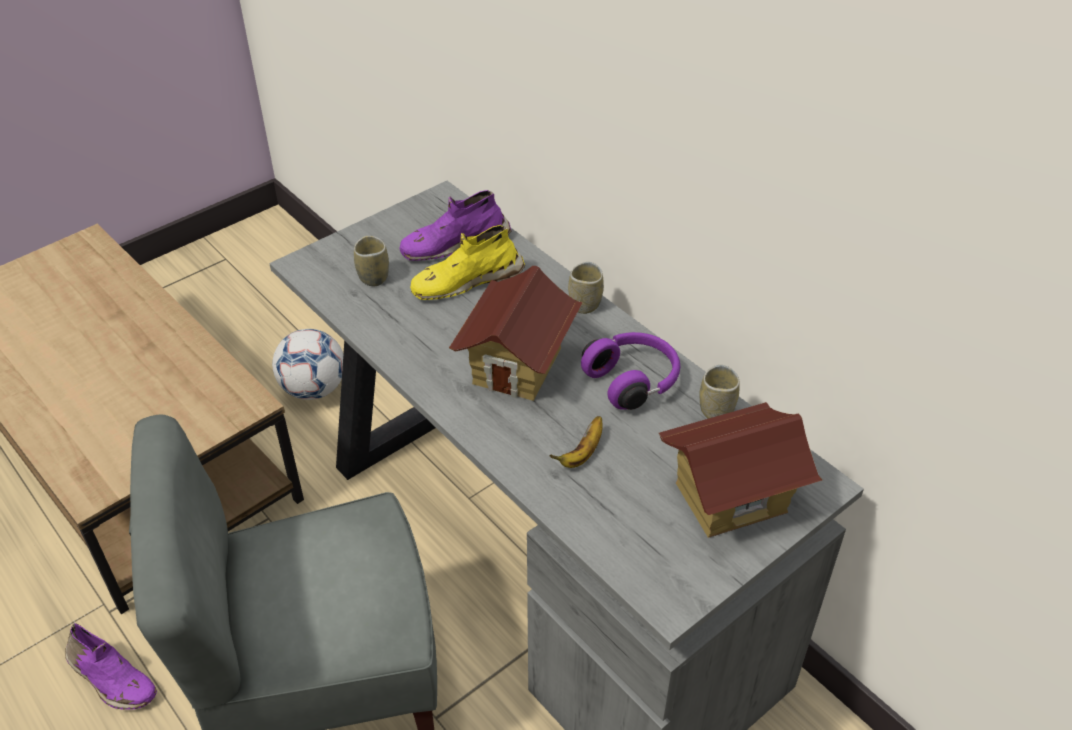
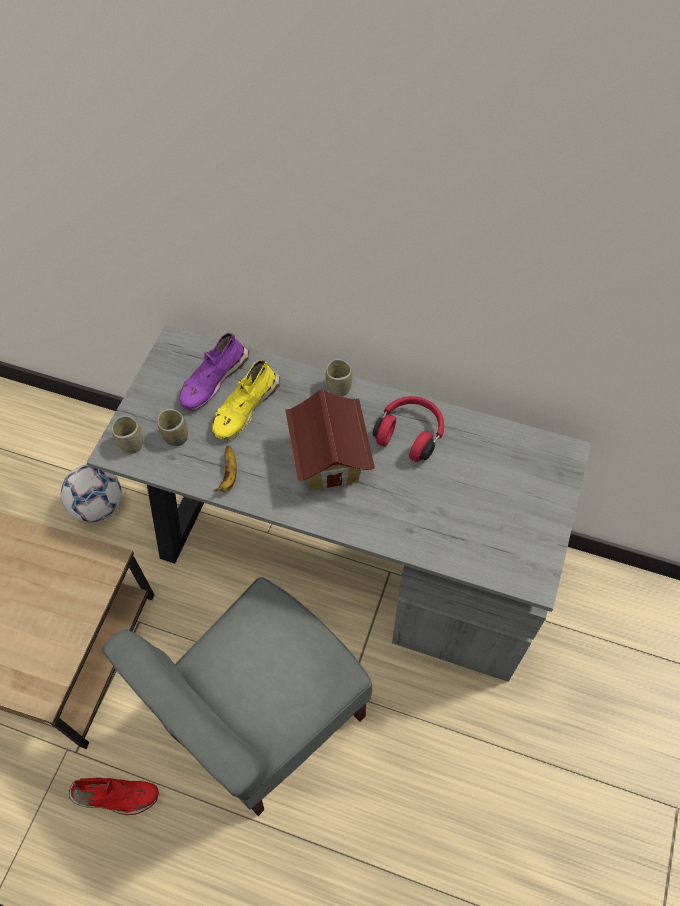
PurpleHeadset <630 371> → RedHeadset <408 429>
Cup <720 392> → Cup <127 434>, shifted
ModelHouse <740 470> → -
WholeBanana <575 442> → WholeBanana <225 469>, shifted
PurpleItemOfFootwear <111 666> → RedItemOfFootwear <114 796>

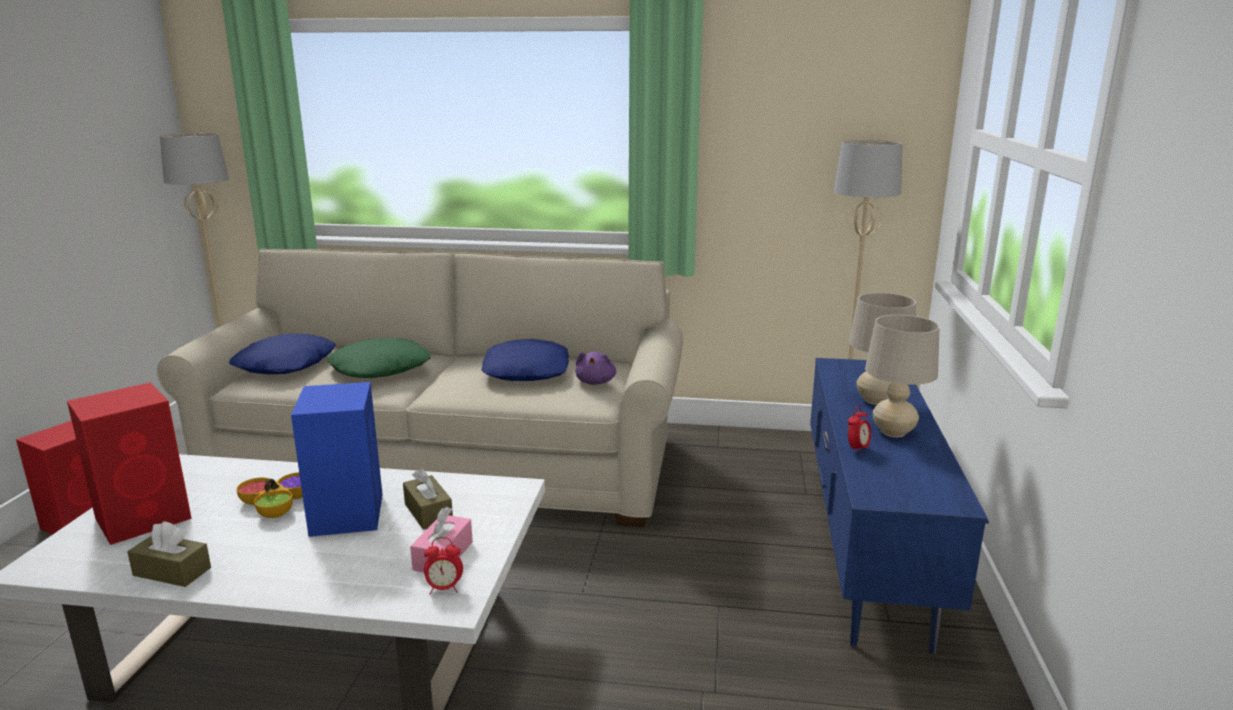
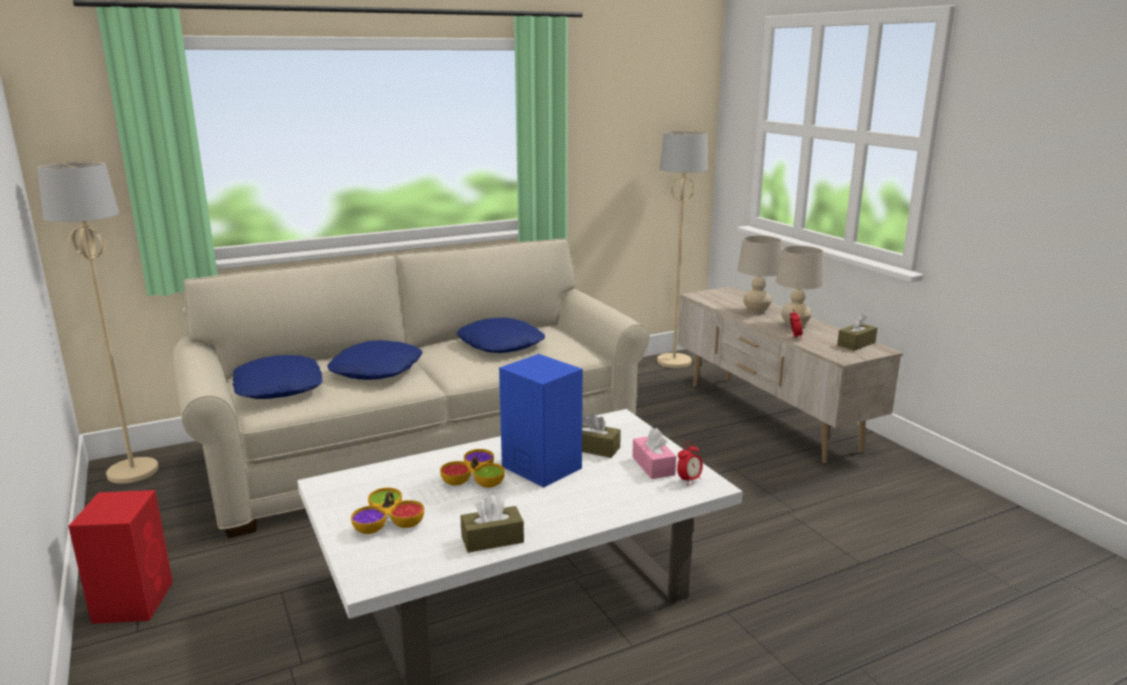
GreenColouredPillow <379 358> → BlueColouredPillow <375 360>
PurpleCuddlyToy <596 368> → -
BlueColouredTvStand <899 506> → BeigeColouredTvStand <790 374>
RedLoudspeaker <129 464> → DeepDish <387 511>
- → BrownColouredTissueHolder <857 332>

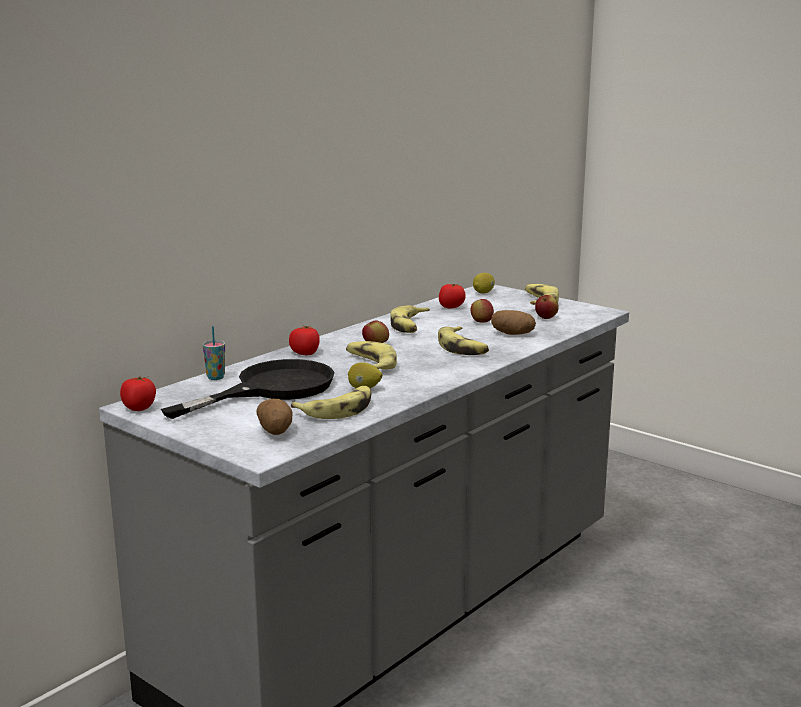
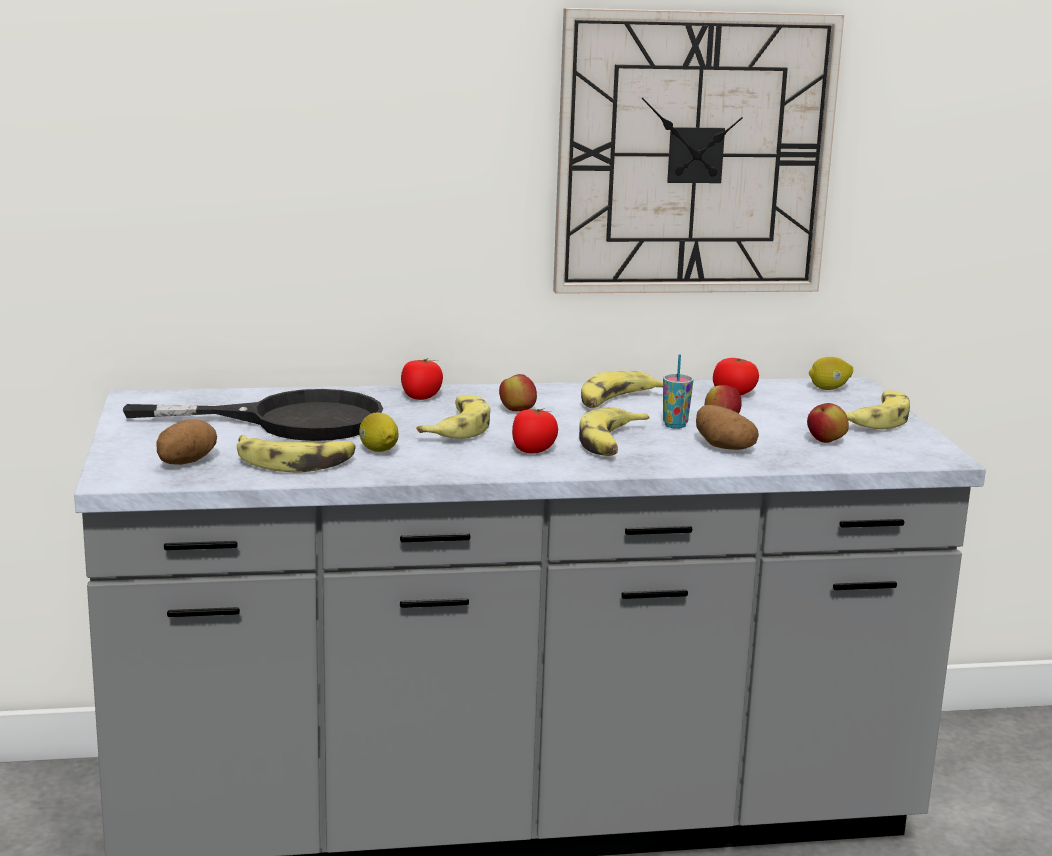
Cup <214 353> → Cup <678 391>, shifted
Tomato <138 393> → Tomato <535 430>, shifted
- → HangingClock <698 151>

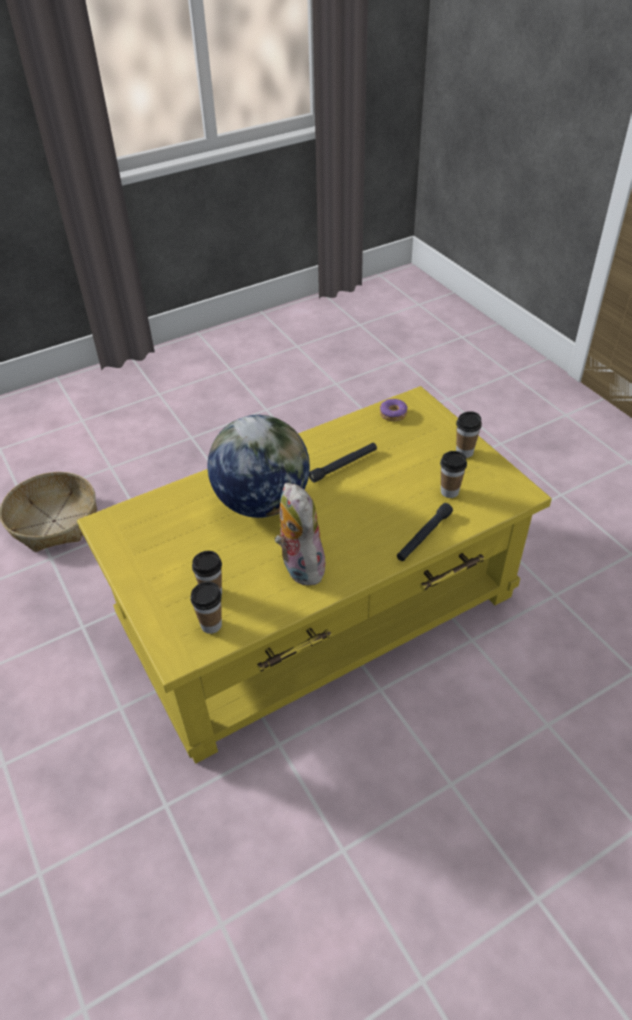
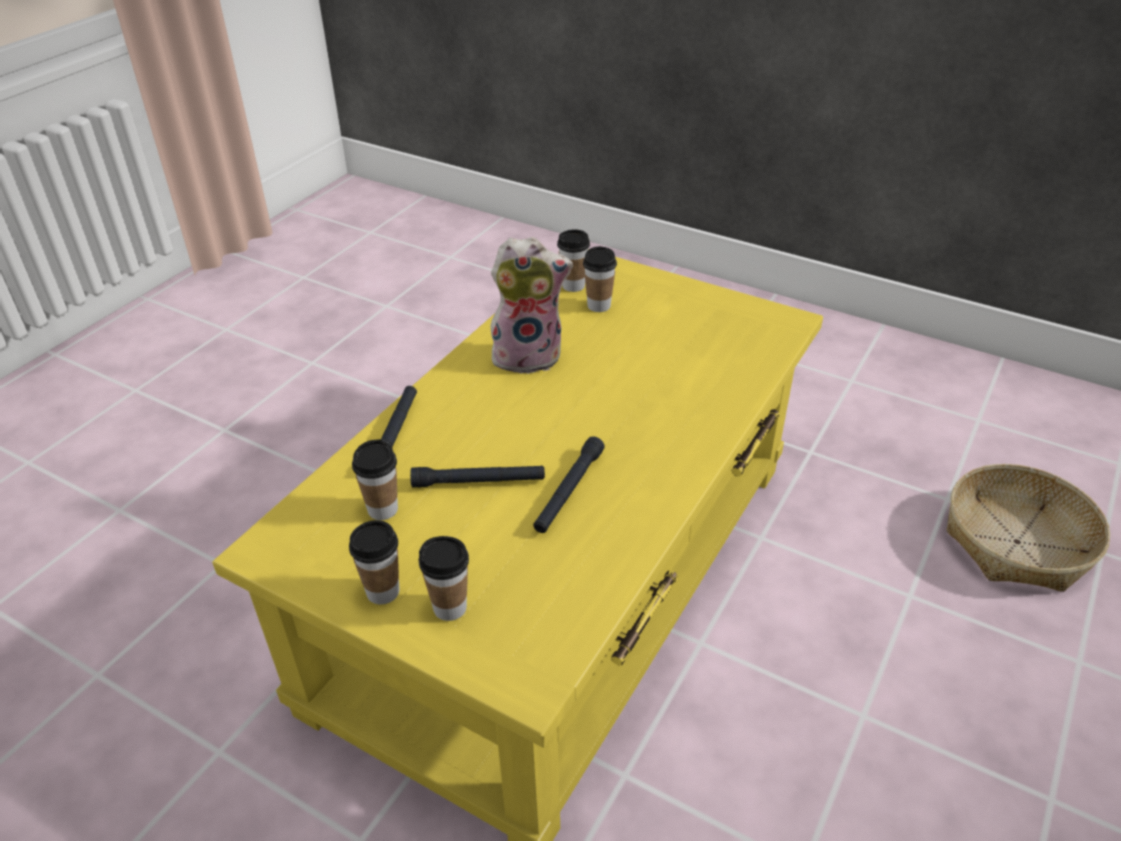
Doughnut <394 410> → -
WorldGlobe <258 466> → -
CuddlyToy <301 534> → CuddlyToy <531 306>, 45 degrees counterclockwise
- → BlackFlashlight <477 476>
- → Cup <443 578>

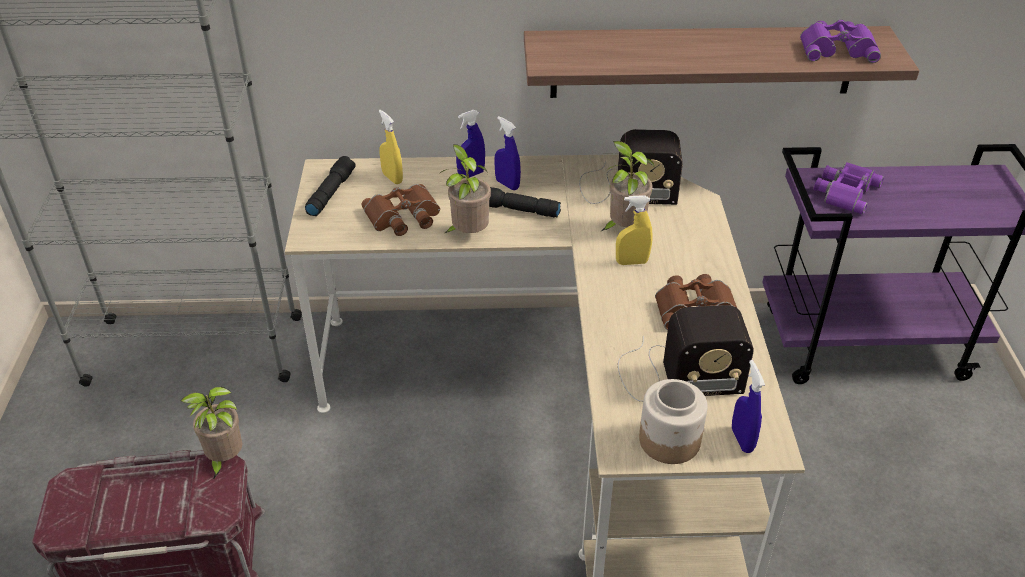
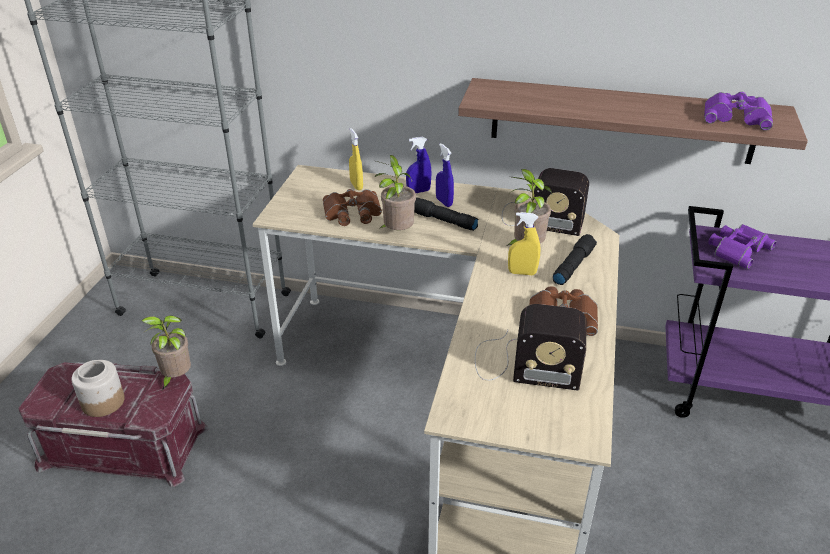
BlackFlashlight <330 186> → BlackFlashlight <575 259>, shifted
BlueColouredHandSprayer <748 406> → -
Jar <673 421> → Jar <98 388>, shifted

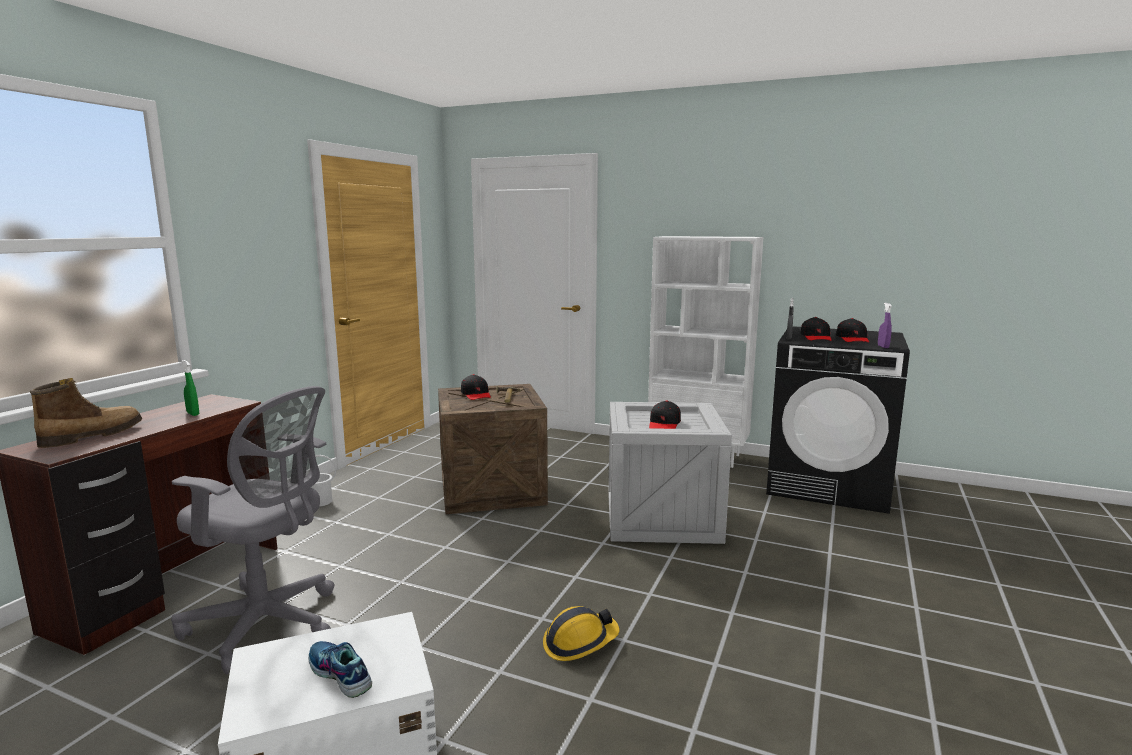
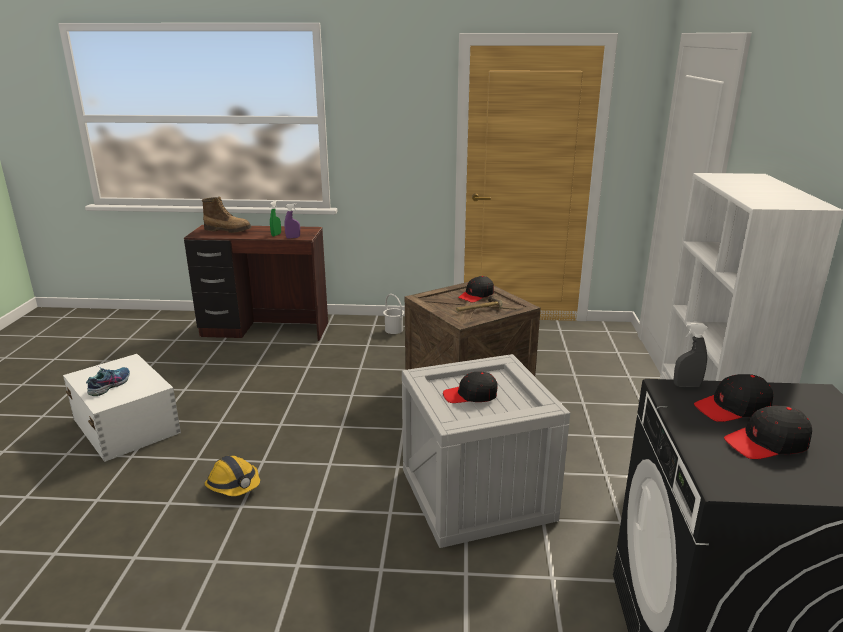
PurpleHandSprayer <885 325> → PurpleHandSprayer <292 221>, shifted
GrayComputerChair <253 530> → -

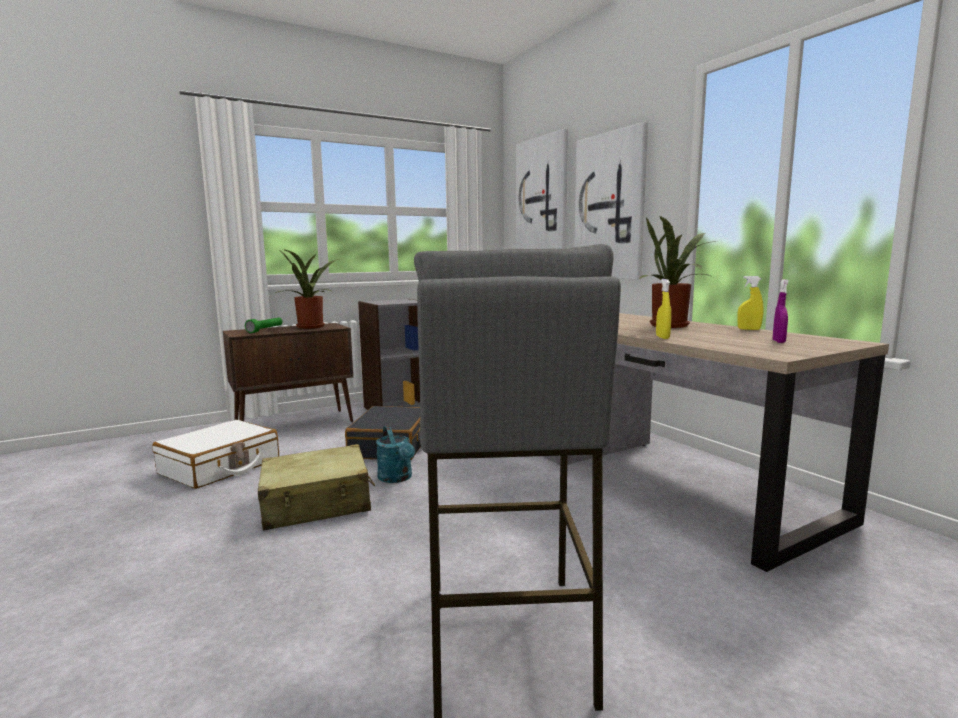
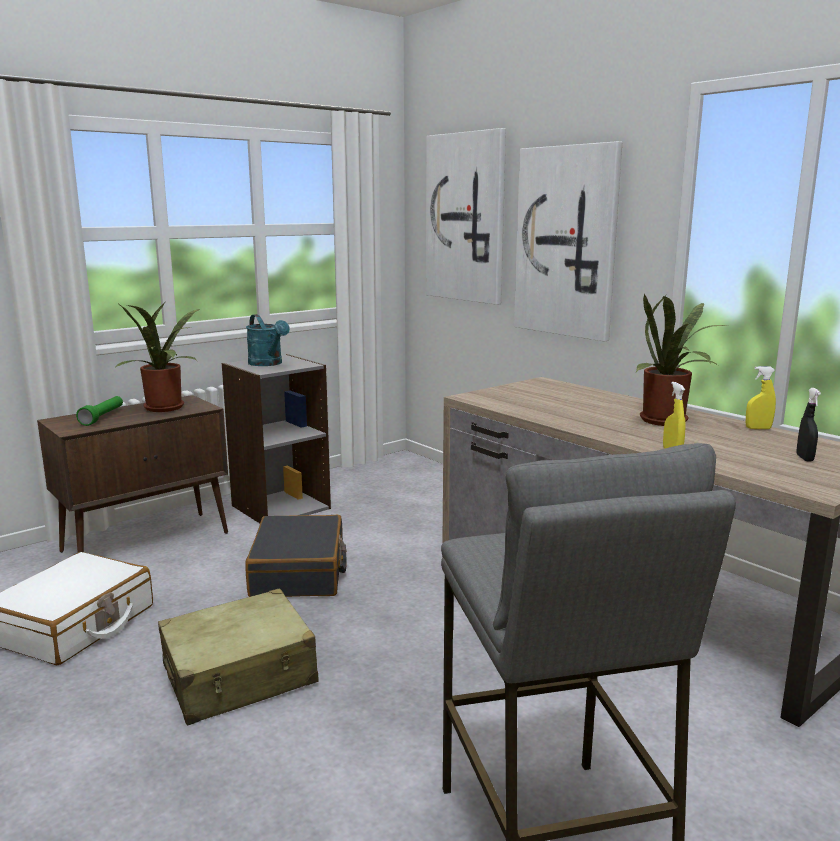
PurpleHandSprayer <781 311> → BlackHandSprayer <808 425>
TurquoiseColouredSprinklingCan <395 454> → TurquoiseColouredSprinklingCan <268 340>, shifted

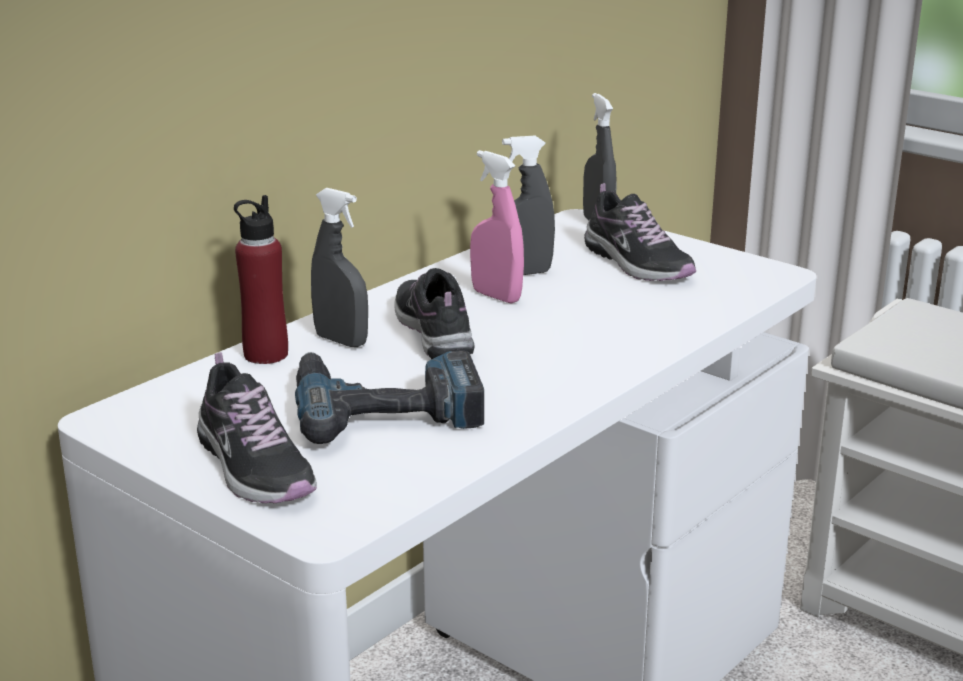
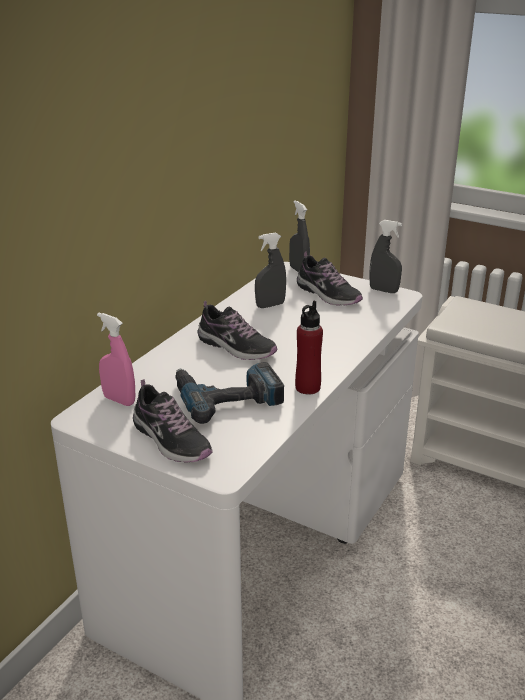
PinkColouredHandSprayer <497 226> → PinkColouredHandSprayer <116 359>, shifted
GrayHandSprayer <339 267> → GrayHandSprayer <385 256>, shifted
RedBottle <261 279> → RedBottle <309 348>, shifted
ItemOfFootwear <434 313> → ItemOfFootwear <237 330>, 150 degrees clockwise

